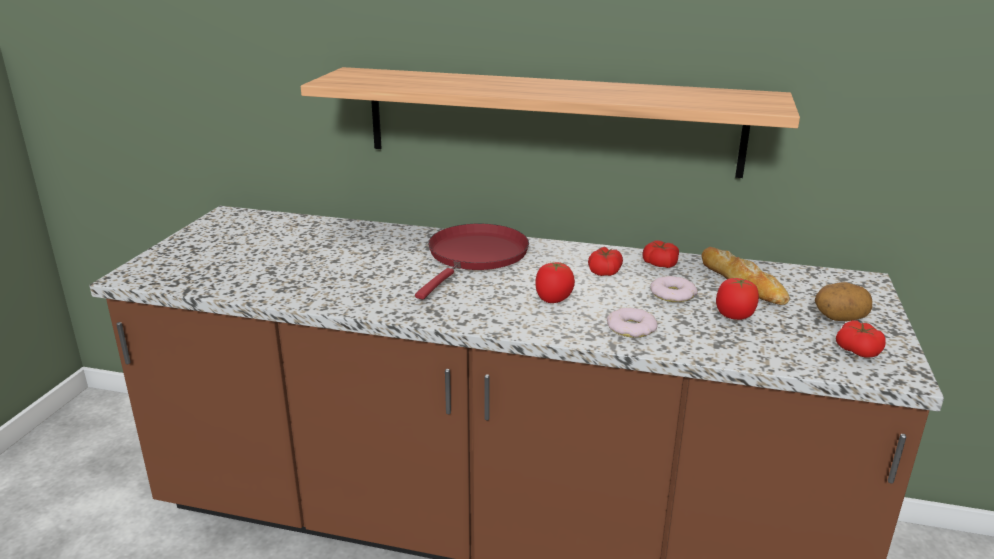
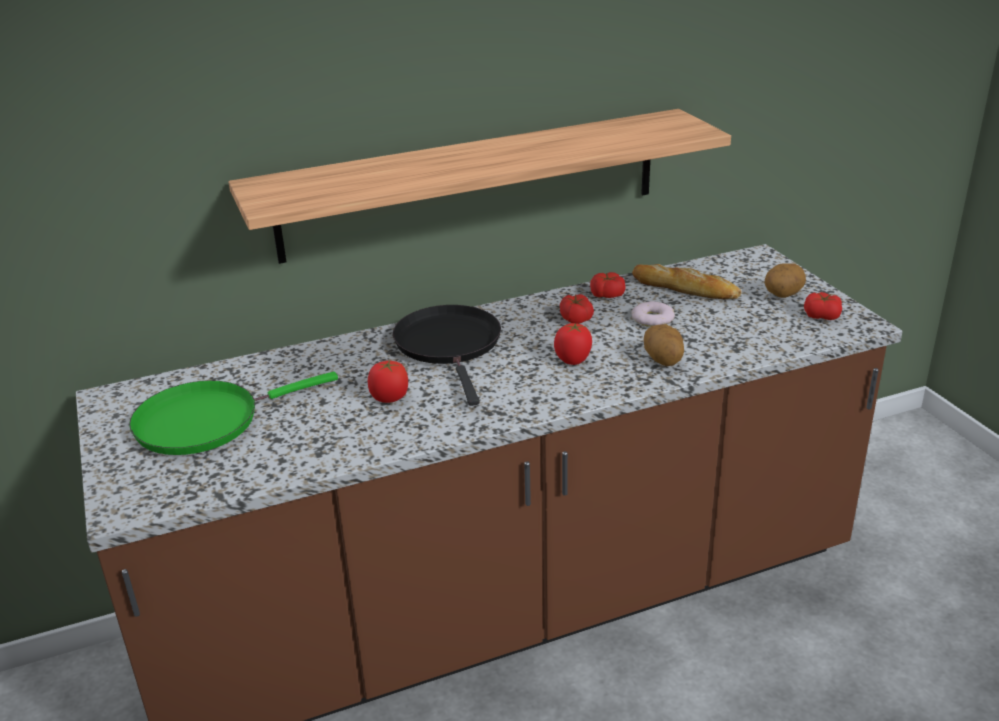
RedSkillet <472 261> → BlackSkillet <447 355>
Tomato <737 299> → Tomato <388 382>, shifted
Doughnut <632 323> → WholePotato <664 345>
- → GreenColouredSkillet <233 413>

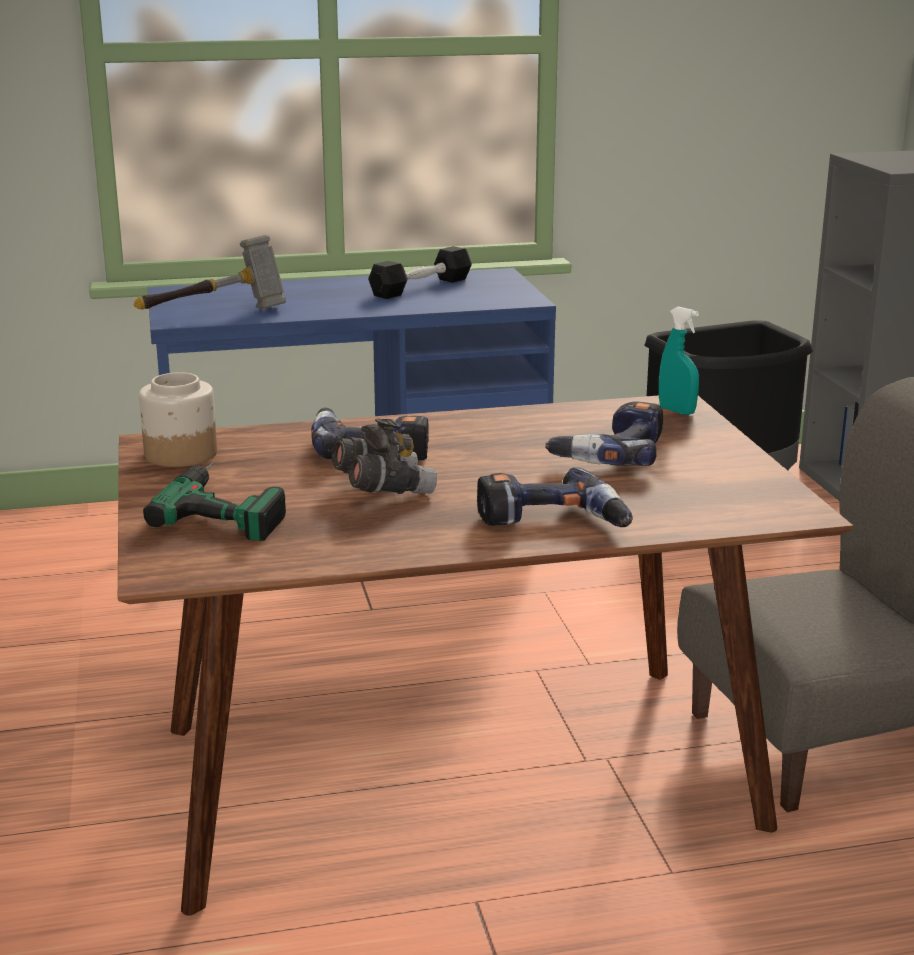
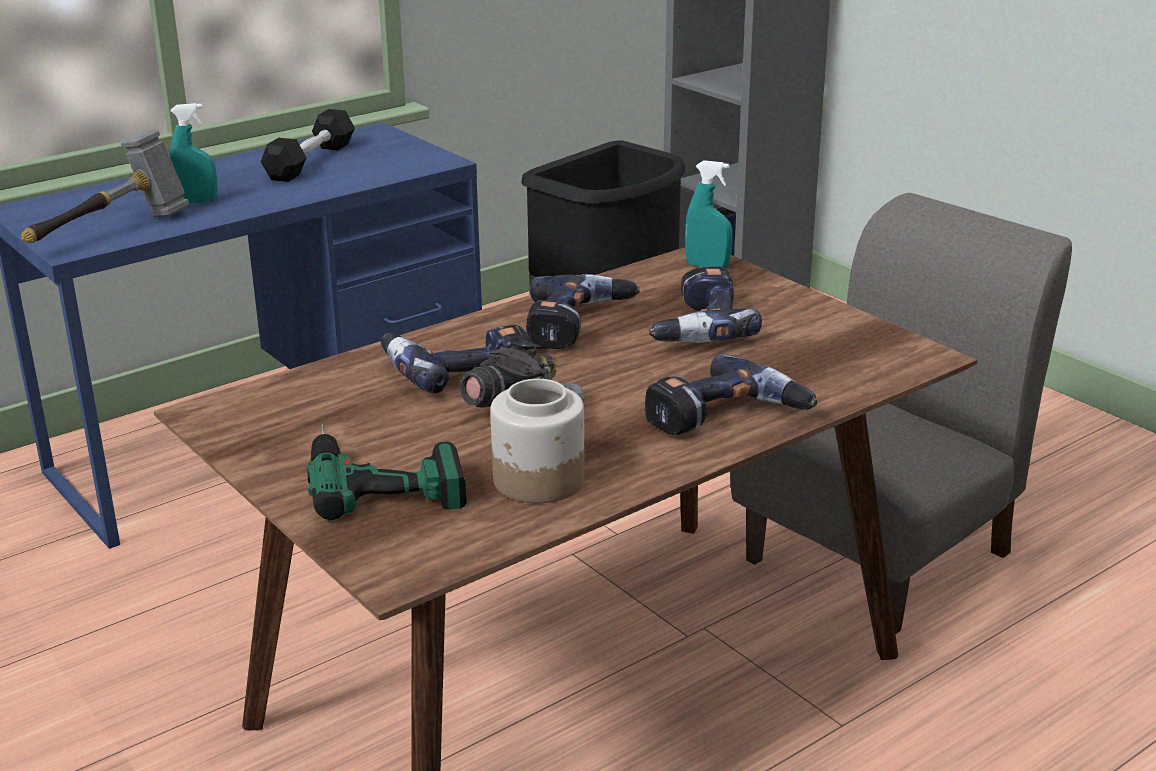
Jar <178 419> → Jar <537 441>, shifted
- → TurquoiseColouredHandSprayer <193 153>
- → Drill <583 311>

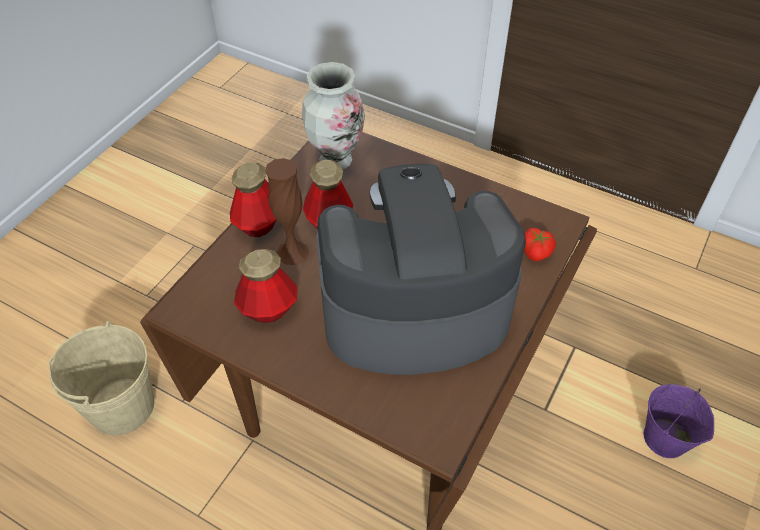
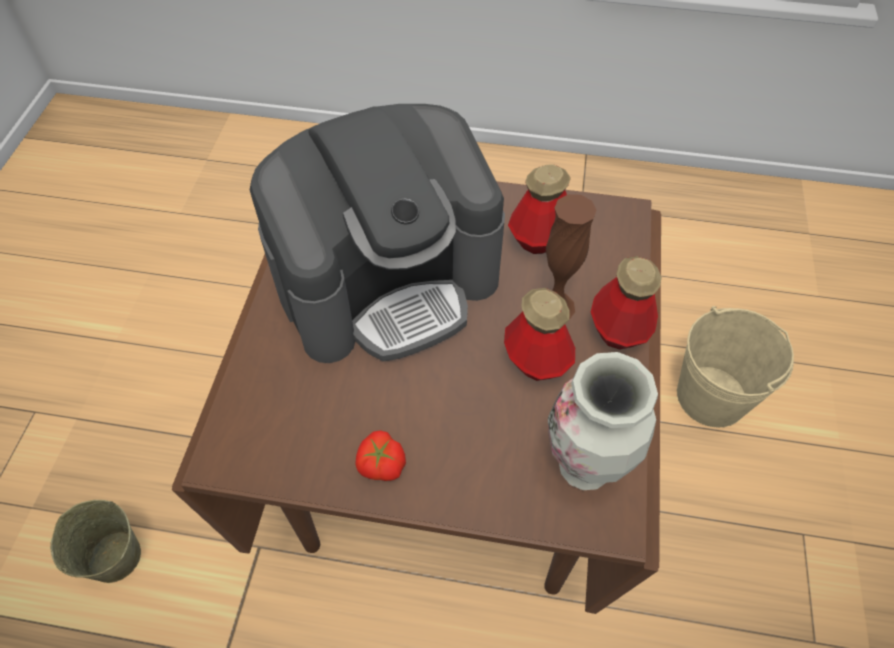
Tomato <540 244> → Tomato <380 455>, shifted
PurplePail <679 421> → BeigeColouredPail <95 541>

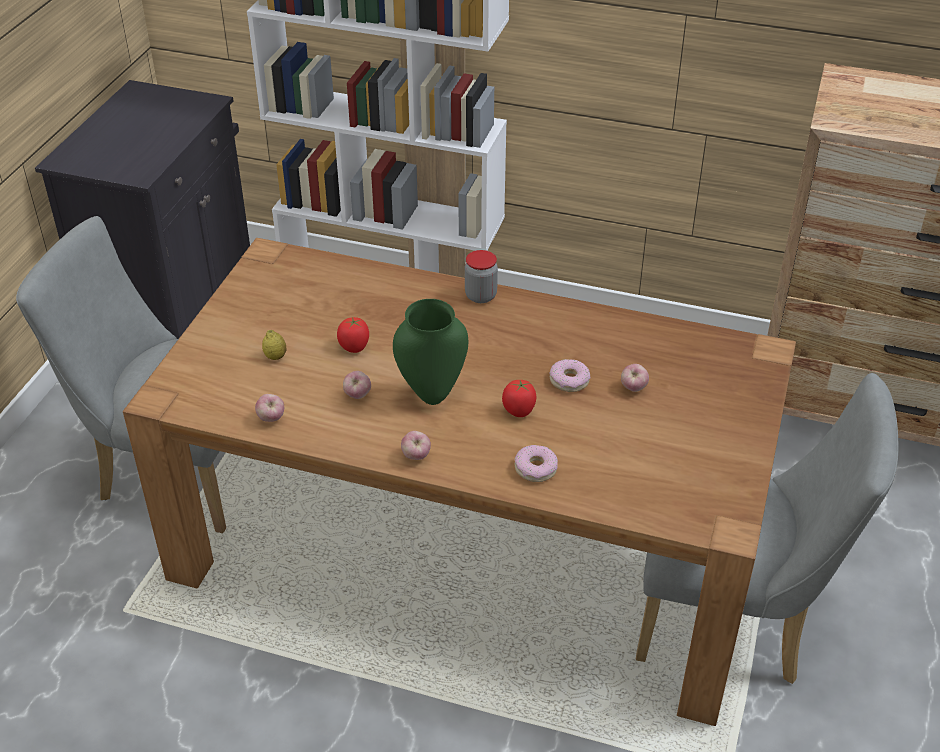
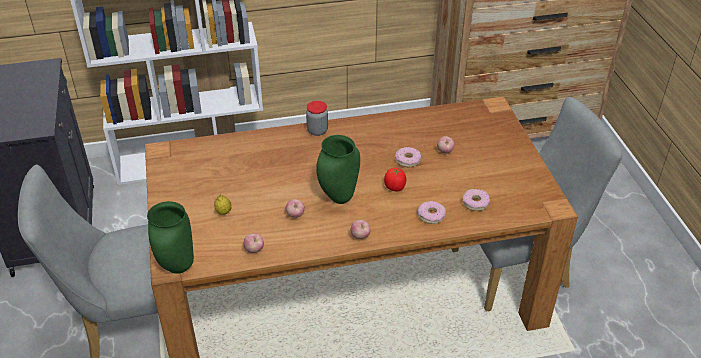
Tomato <353 335> → -
- → Doughnut <476 200>
- → GreenColouredFlowerVase <170 237>

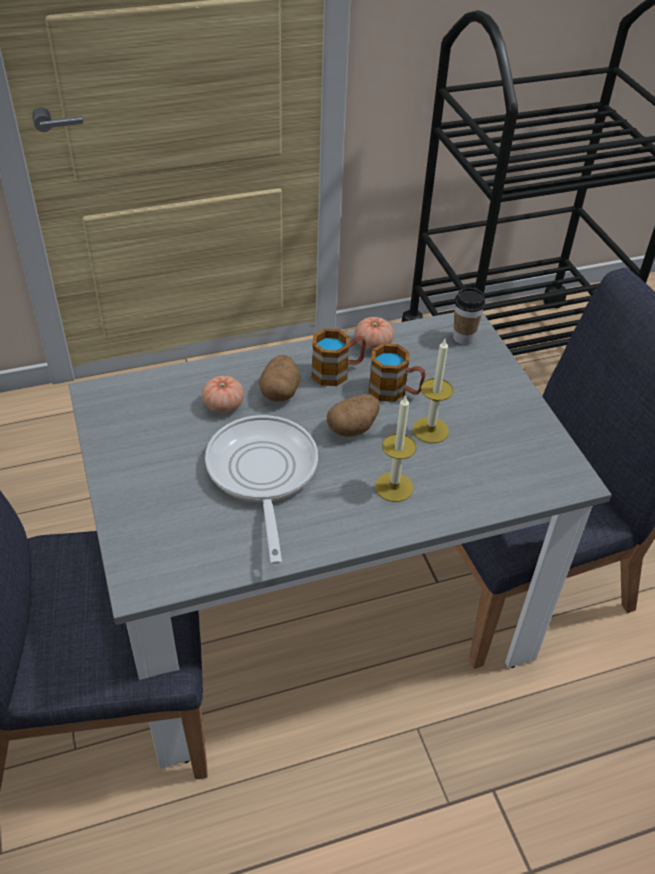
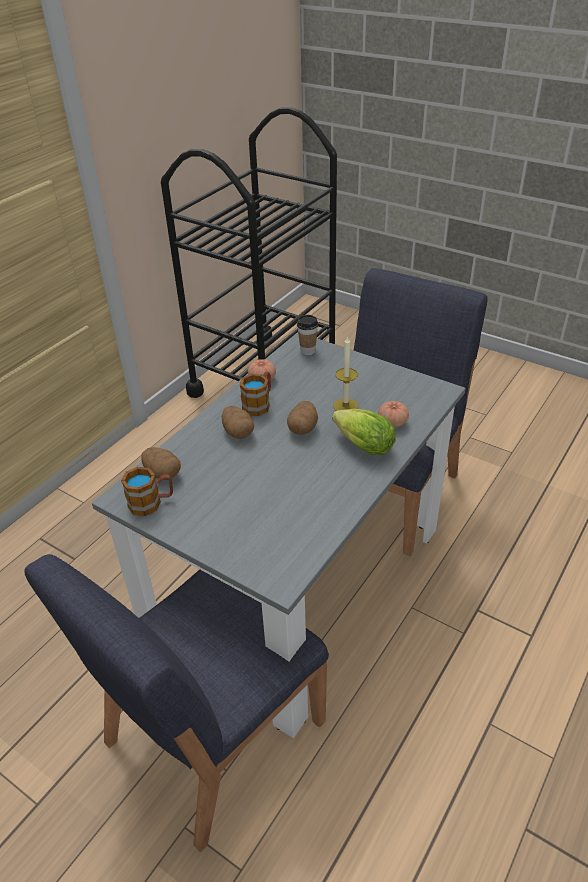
CoffeeMug <397 372> → CoffeeMug <147 491>, shifted
Tomato <223 394> → Tomato <393 414>, shifted
WaxCandle <395 448> → HeadOfLettuce <364 432>
Skillet <261 489> → -
- → WholePotato <161 463>

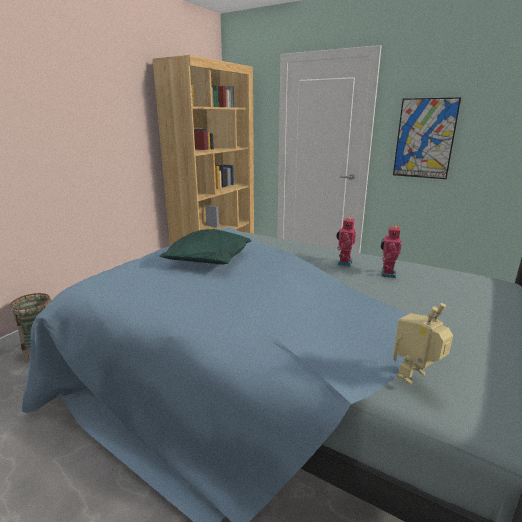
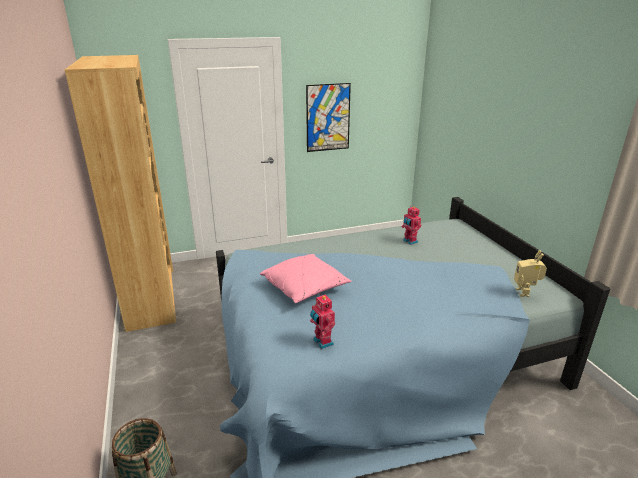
RobotFigure <346 241> → RobotFigure <322 321>, shifted
GreenColouredPillow <205 246> → PinkColouredPillow <306 278>

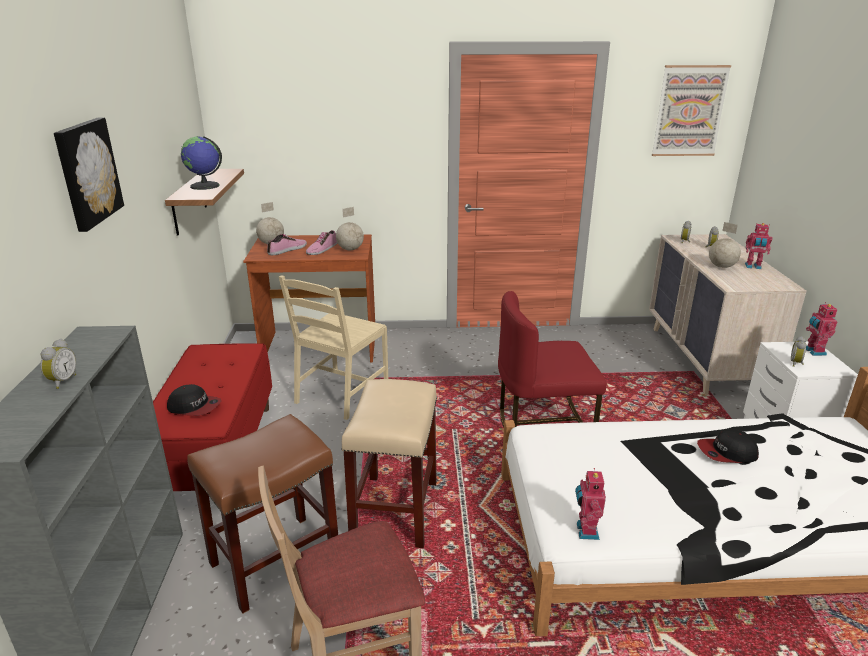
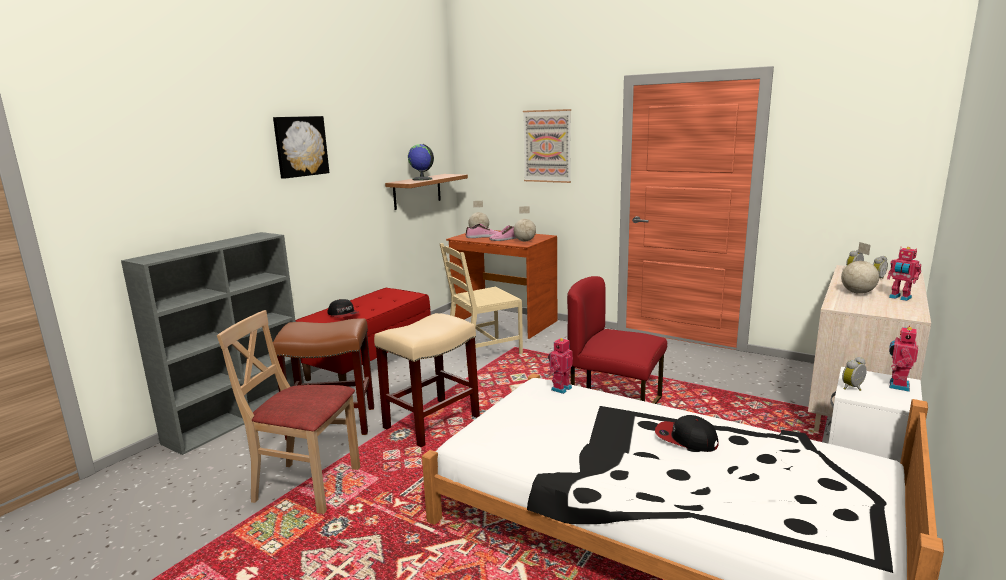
WallArt <691 110> → WallArt <547 146>, shifted
BedsideClock <58 364> → -
RobotFigure <590 504> → RobotFigure <560 365>, shifted

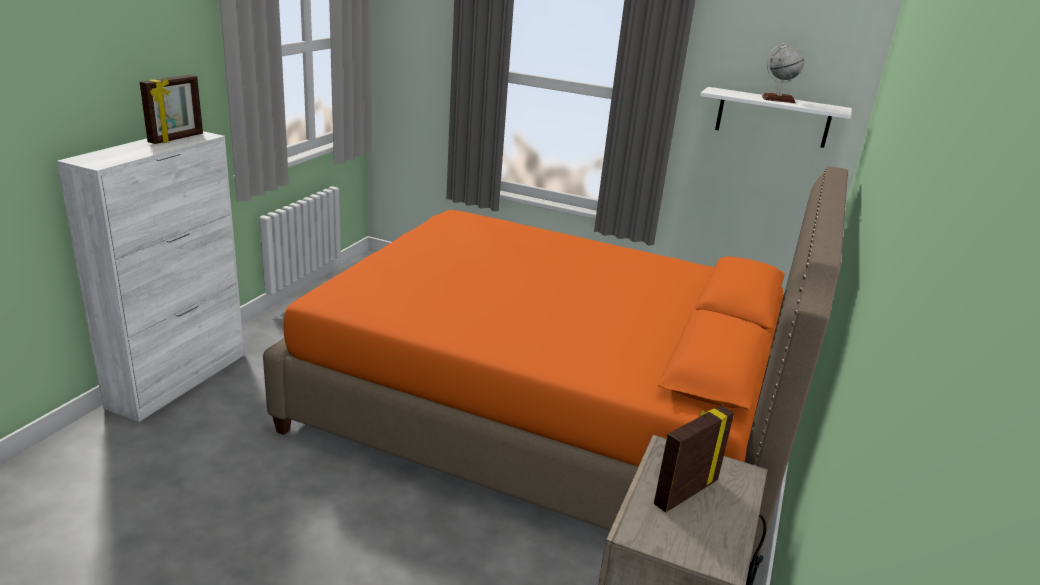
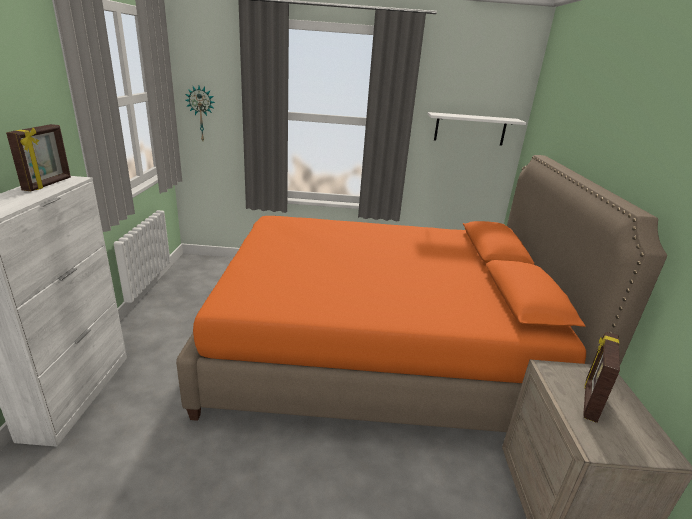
WorldGlobe <783 73> → -
- → HangingClock <200 113>

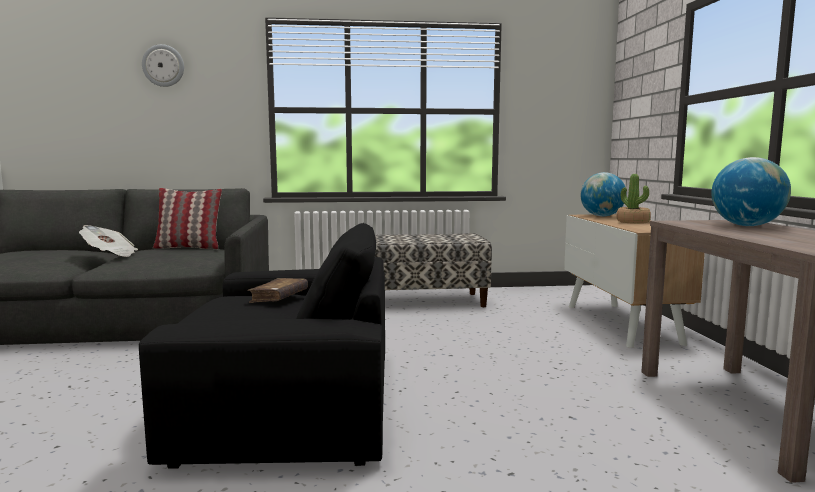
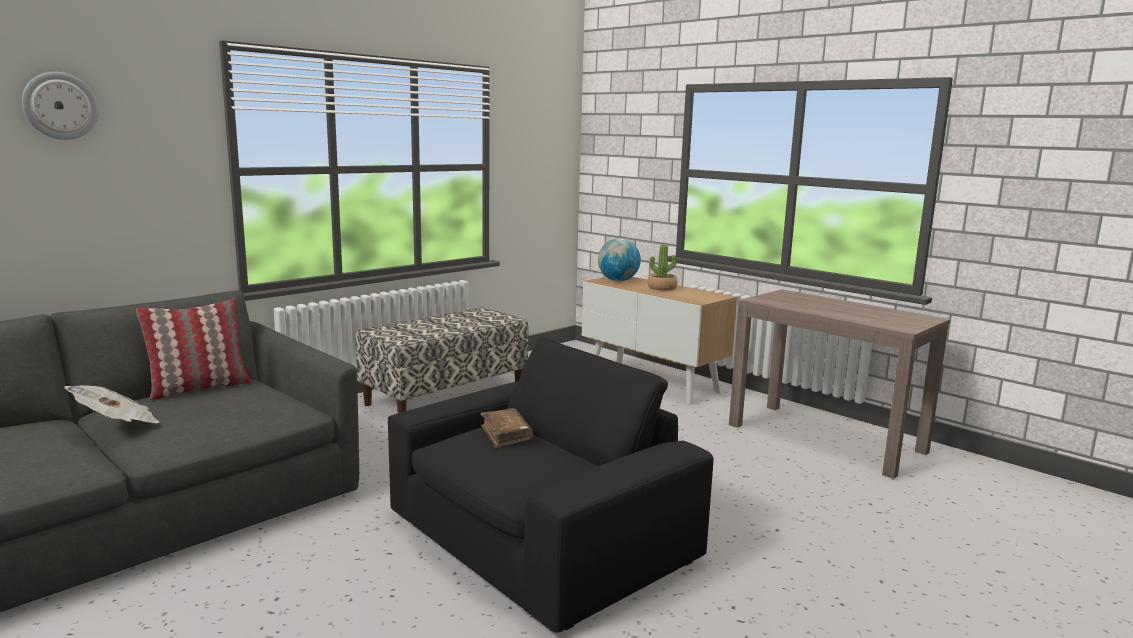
WorldGlobe <751 191> → -

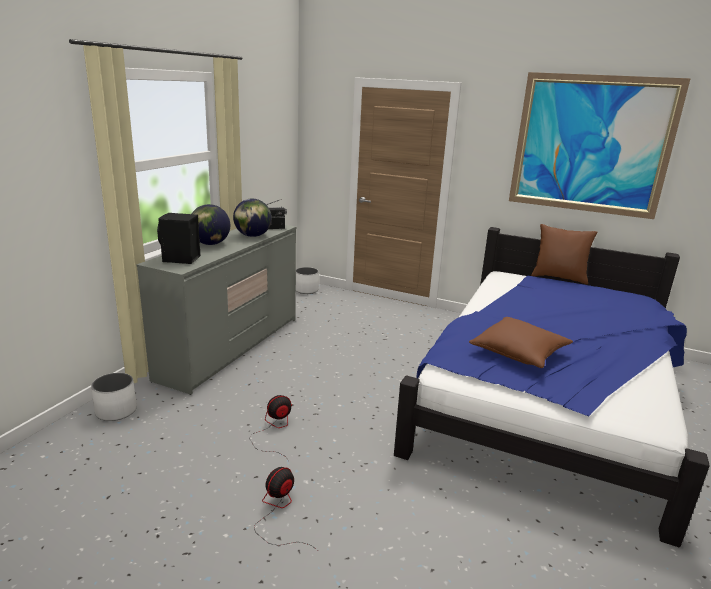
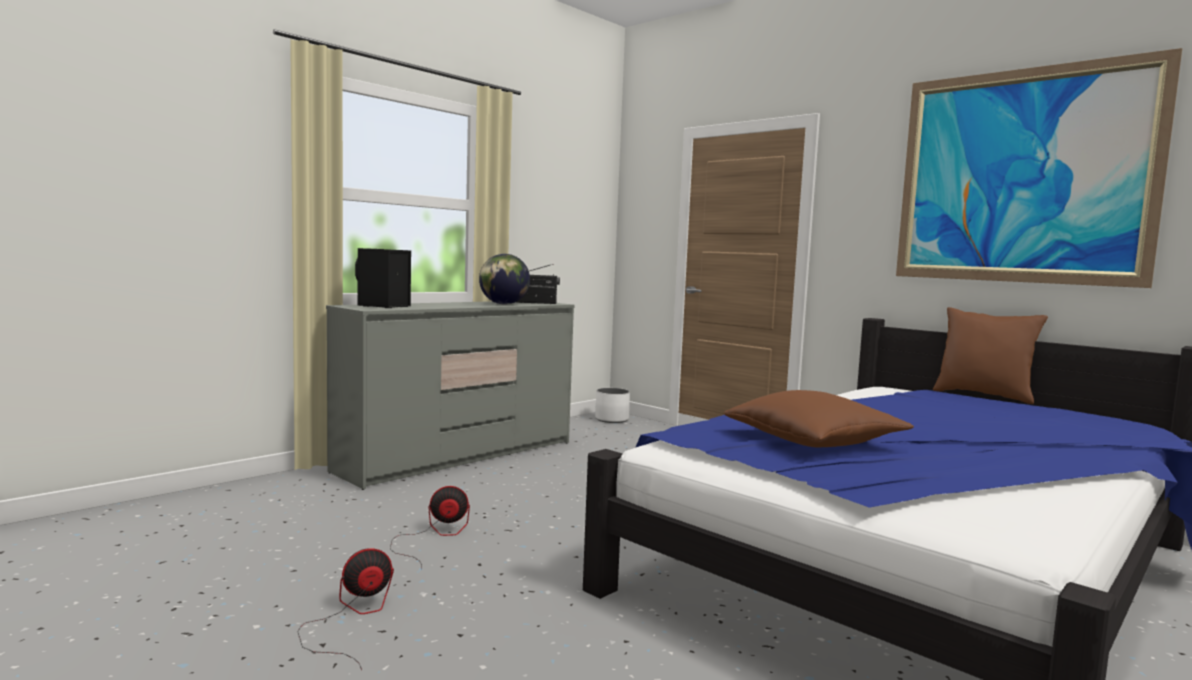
WorldGlobe <211 224> → -
WhiteColouredPlantPot <114 397> → -

